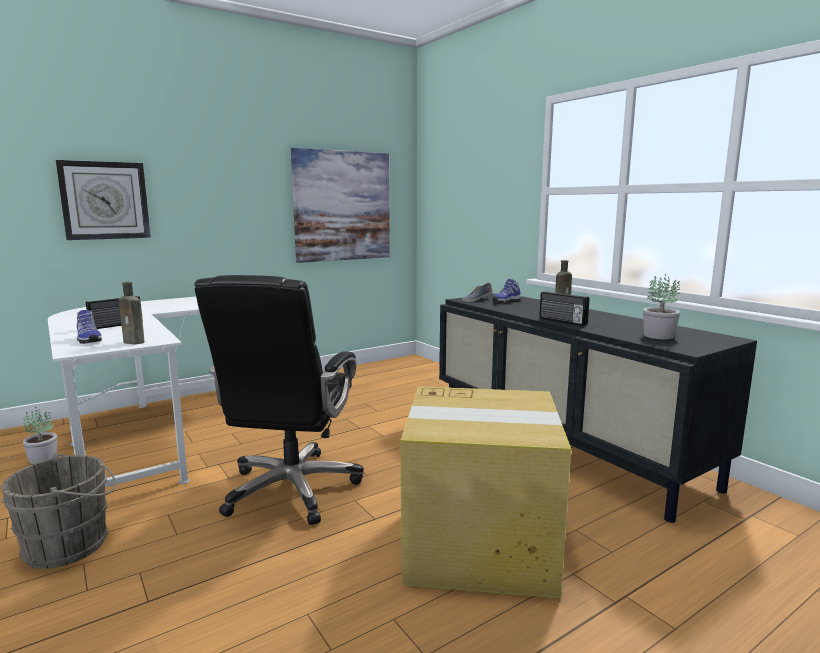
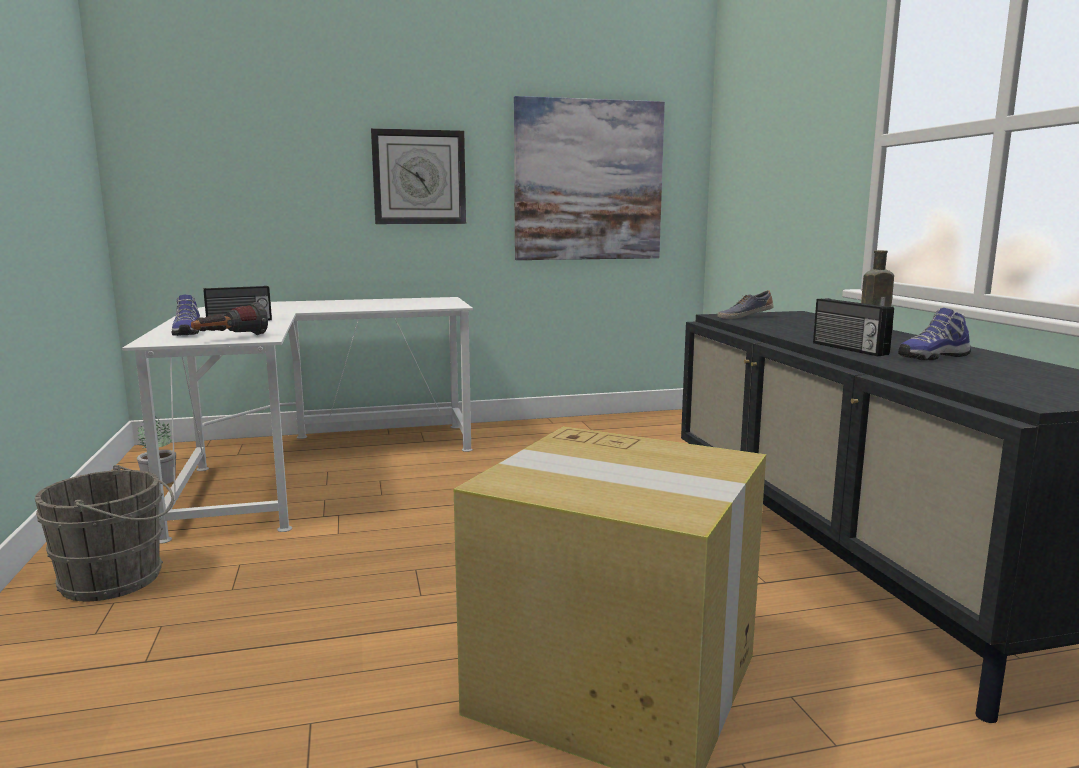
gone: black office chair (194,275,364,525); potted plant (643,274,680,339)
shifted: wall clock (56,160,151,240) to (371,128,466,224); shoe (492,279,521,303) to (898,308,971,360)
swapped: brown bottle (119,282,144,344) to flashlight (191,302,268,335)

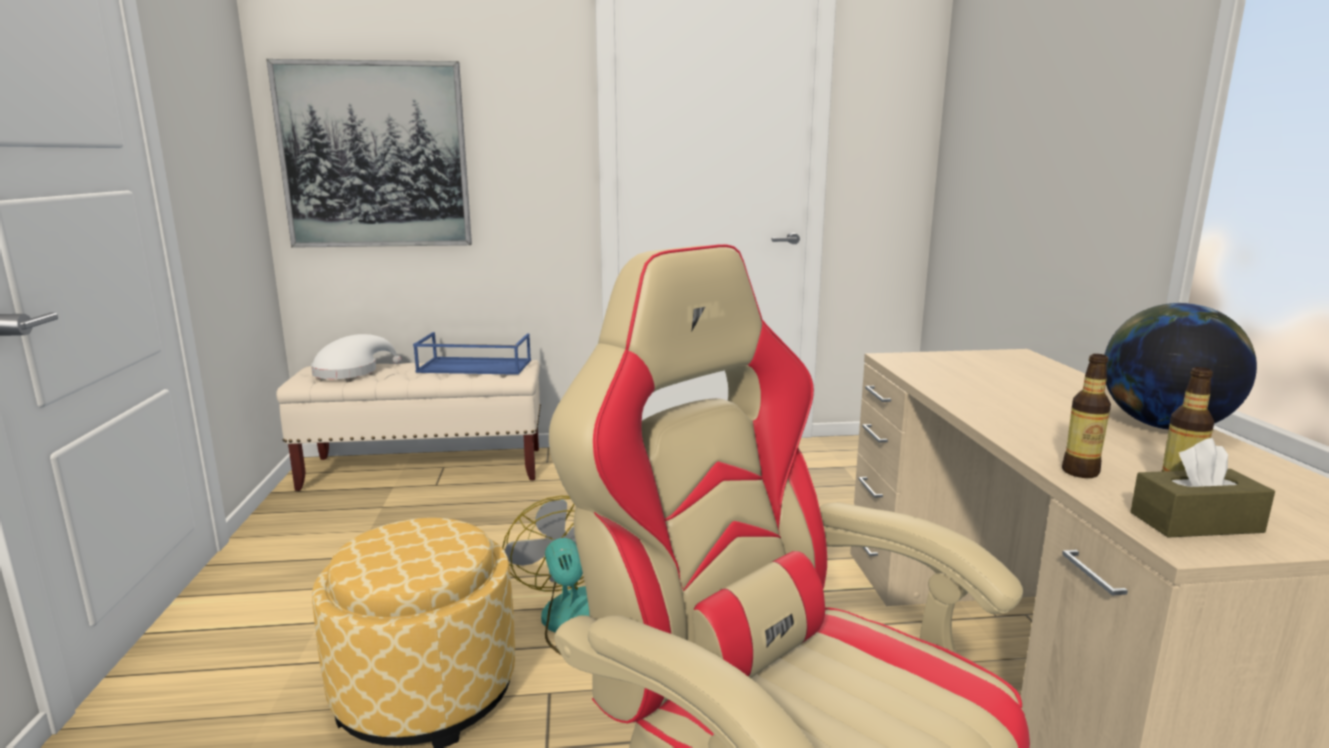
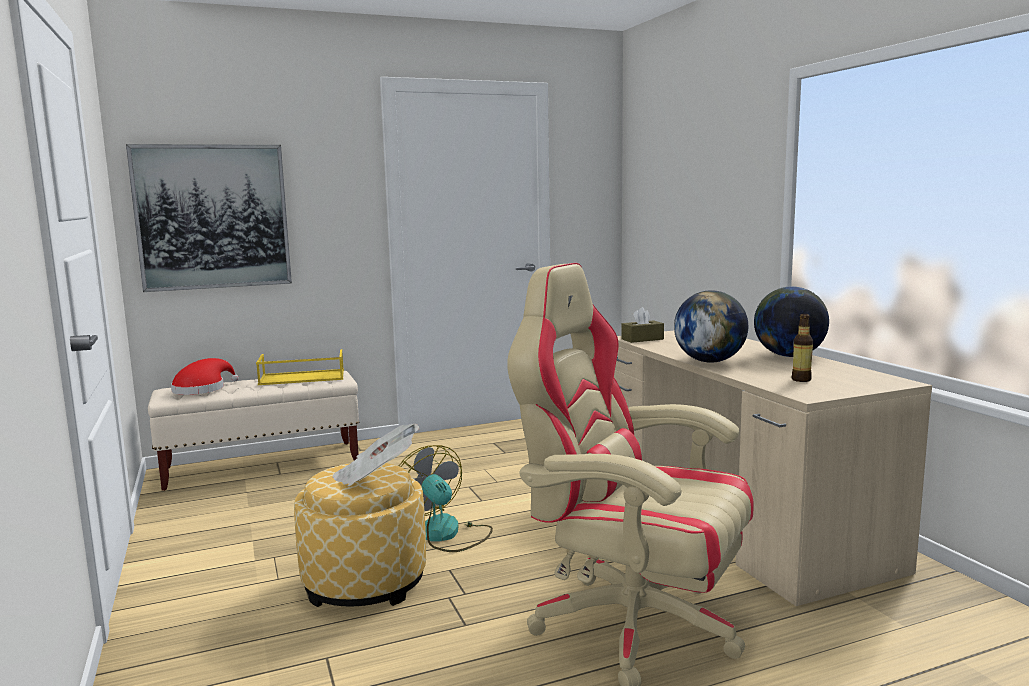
gone: bottle (1062,354,1111,478)
new: newspaper (332,424,420,486); globe (674,290,748,363)
shifted: brown tissue box (1130,438,1275,538) to (621,307,664,343)
repainted: white hat (311,334,402,379) to red hat (171,358,239,395); blue tray (413,332,531,375) to yellow tray (256,349,344,385)

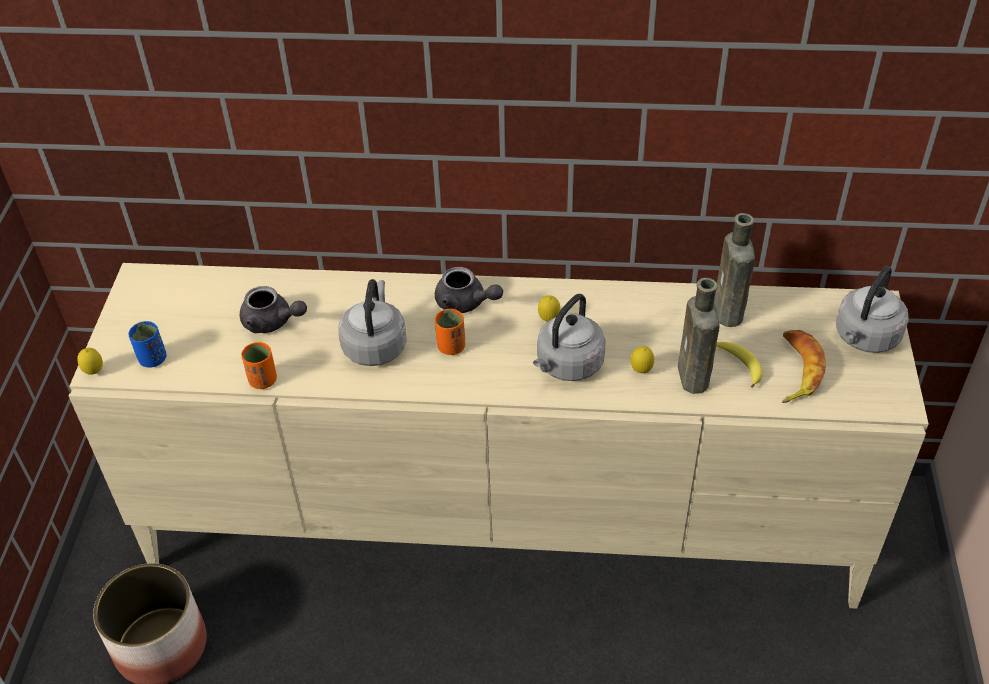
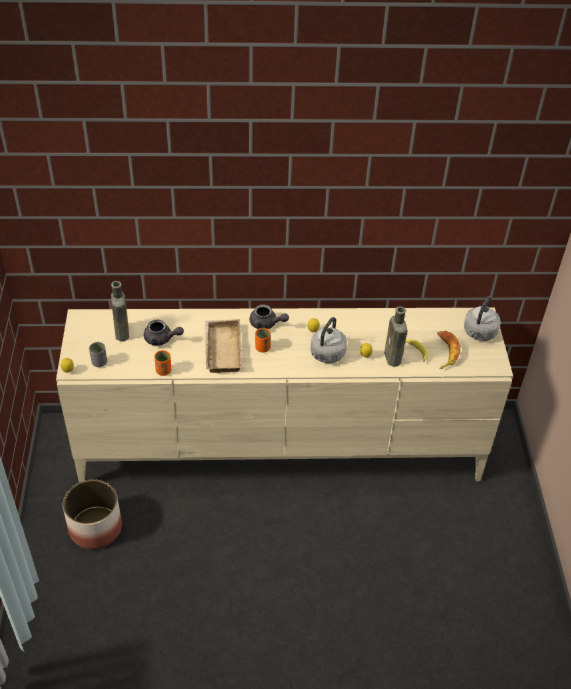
shifted: brown bottle (714,213,755,327) to (111,281,129,341)
swapped: grey kettle (338,279,407,366) to beige tray (205,319,243,373)
repainted: blue cup (128,321,167,368) to grey cup (89,342,107,367)

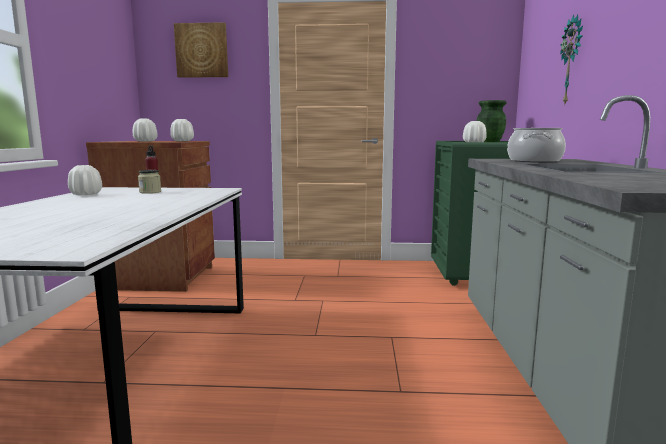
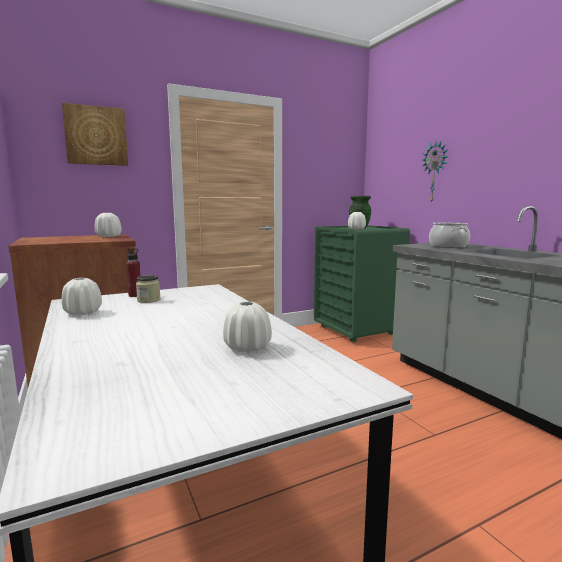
shifted: white vase (133,119,157,141) to (223,301,272,353)

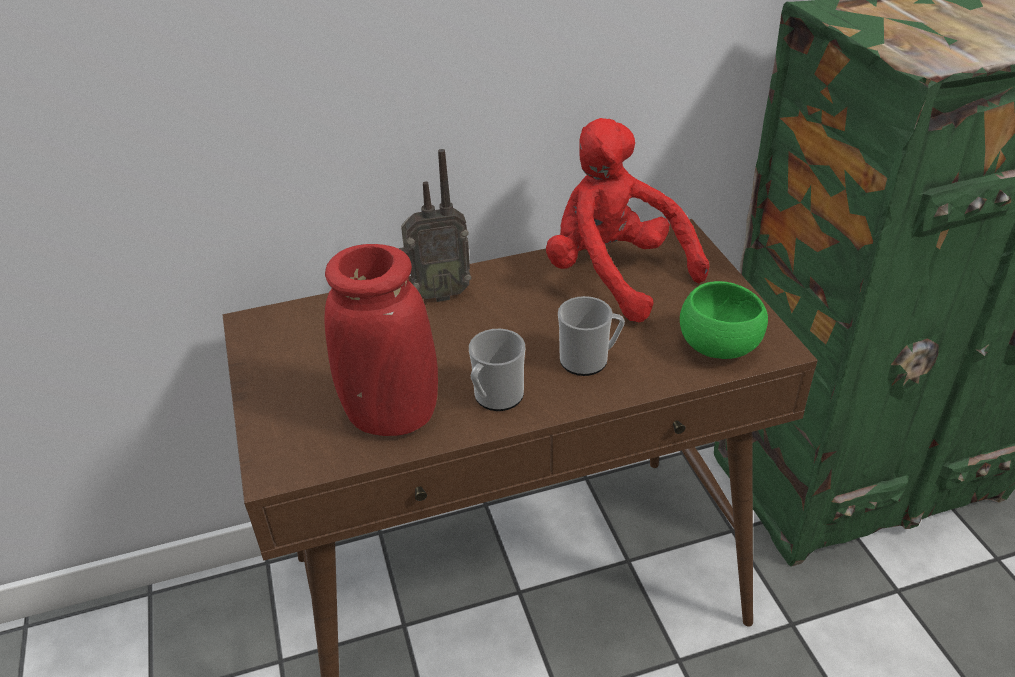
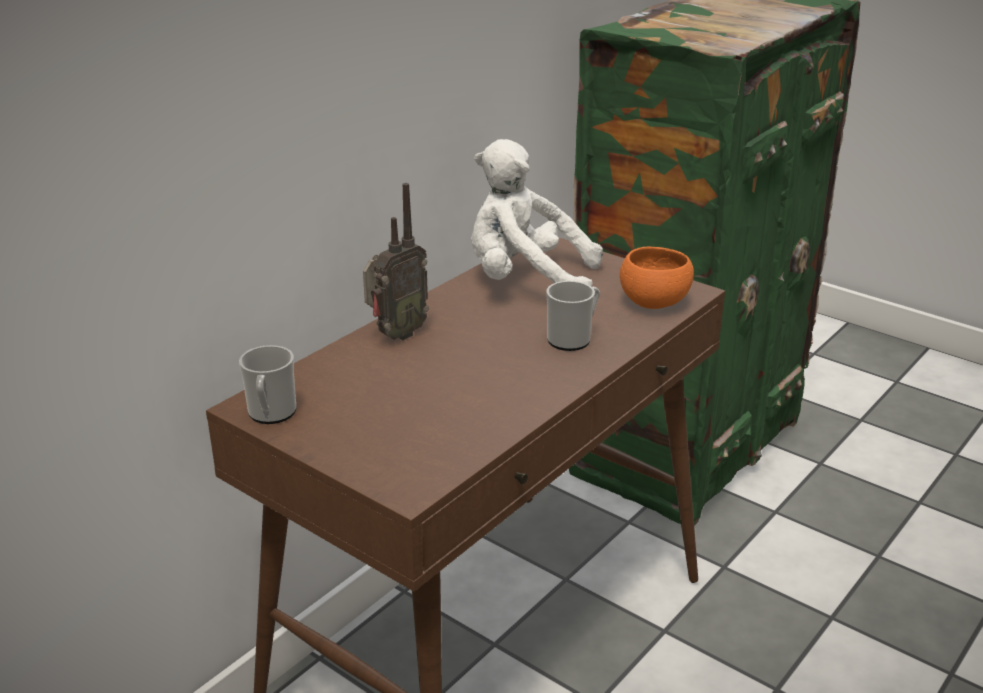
gone: red vase (324,244,438,436)
shifted: mug (469,329,525,411) to (239,345,296,424)
repainted: red plush toy (546,118,709,322) to white plush toy (471,139,603,287); green bowl (680,281,768,359) to orange bowl (620,246,694,309)

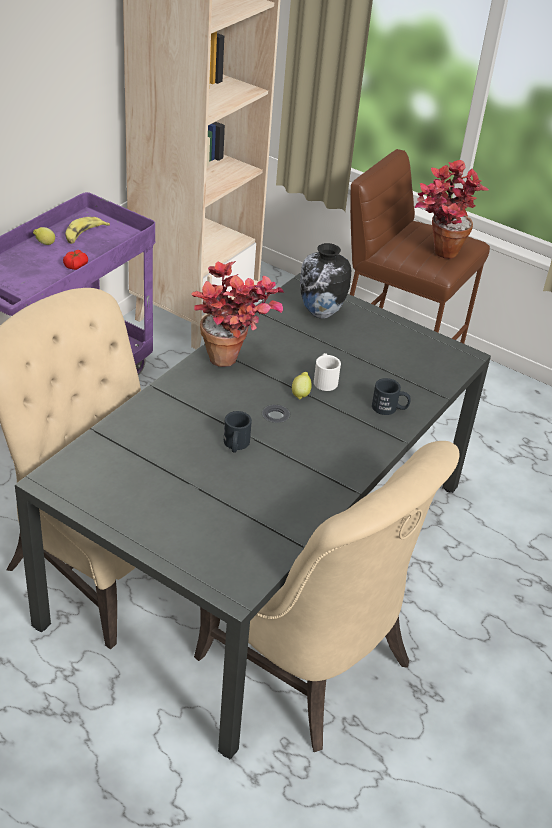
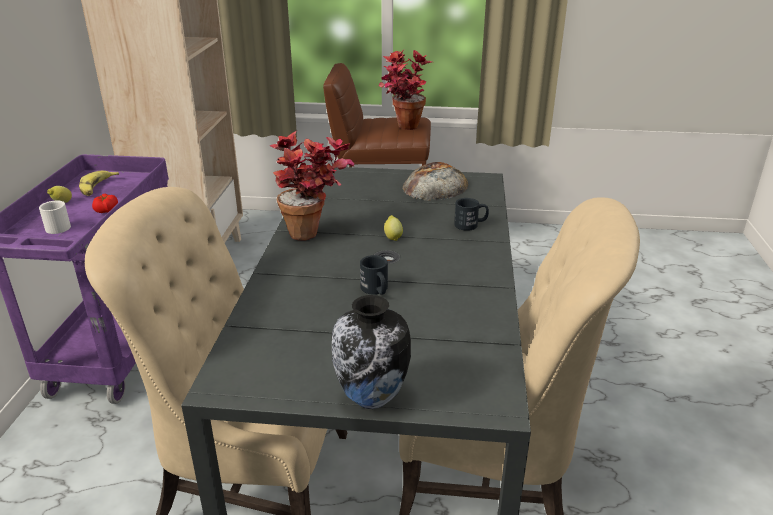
new: bread (402,162,468,201)
shifted: vase (300,243,351,319) to (332,295,411,409); white mug (314,353,341,391) to (39,201,71,234)

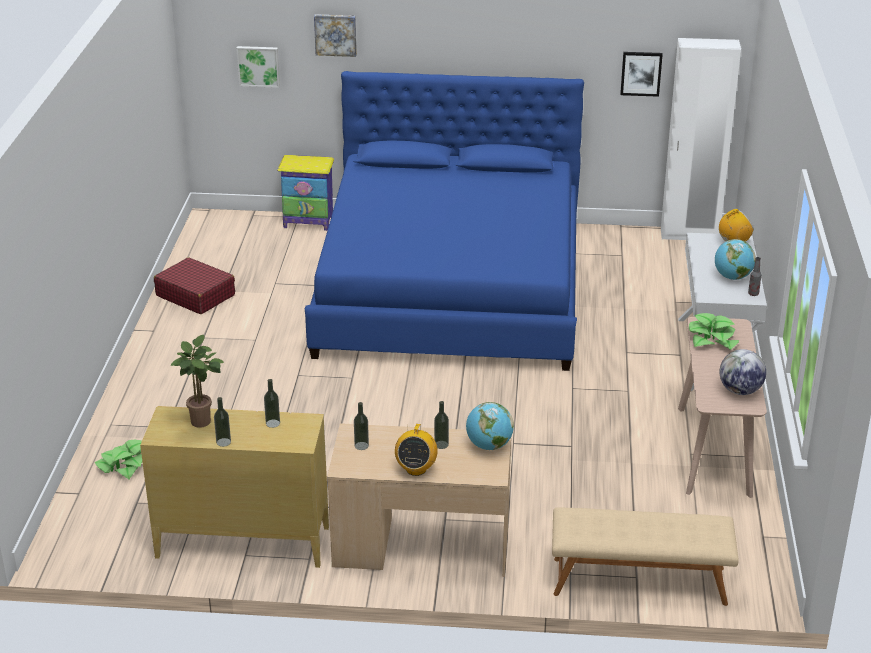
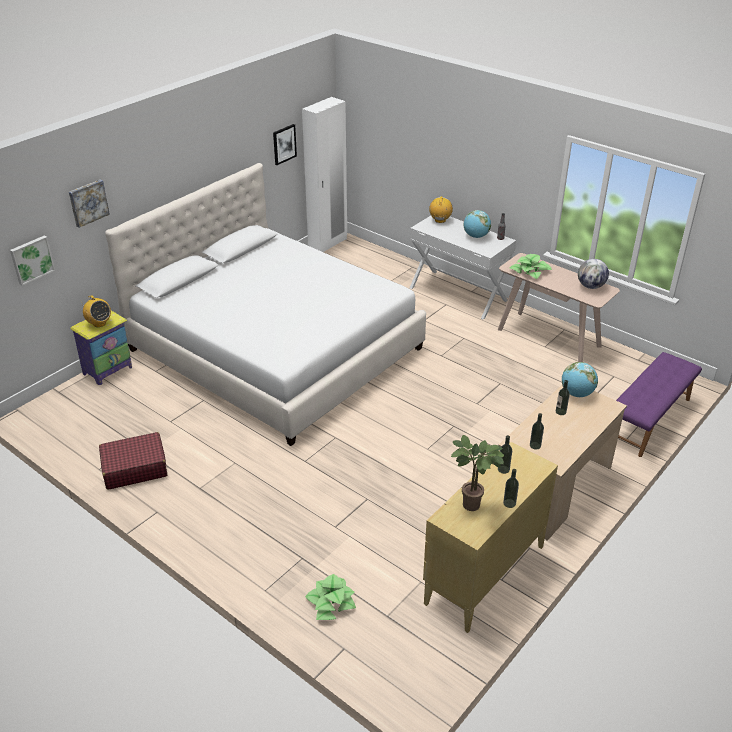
shifted: radio (395,424,438,476) to (82,295,111,327)
repainted: blue bed (305,71,584,371) to white bed (105,163,426,446); beige bench (552,507,739,606) to purple bench (616,352,702,457)

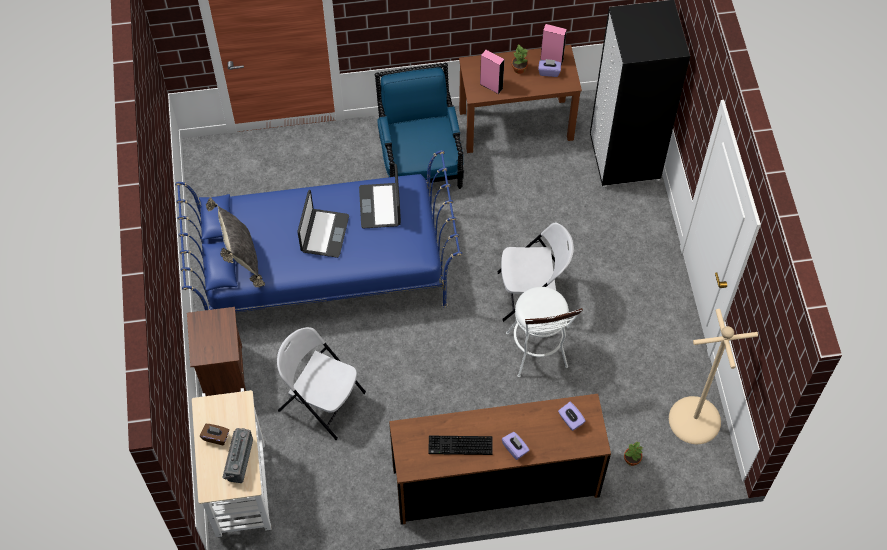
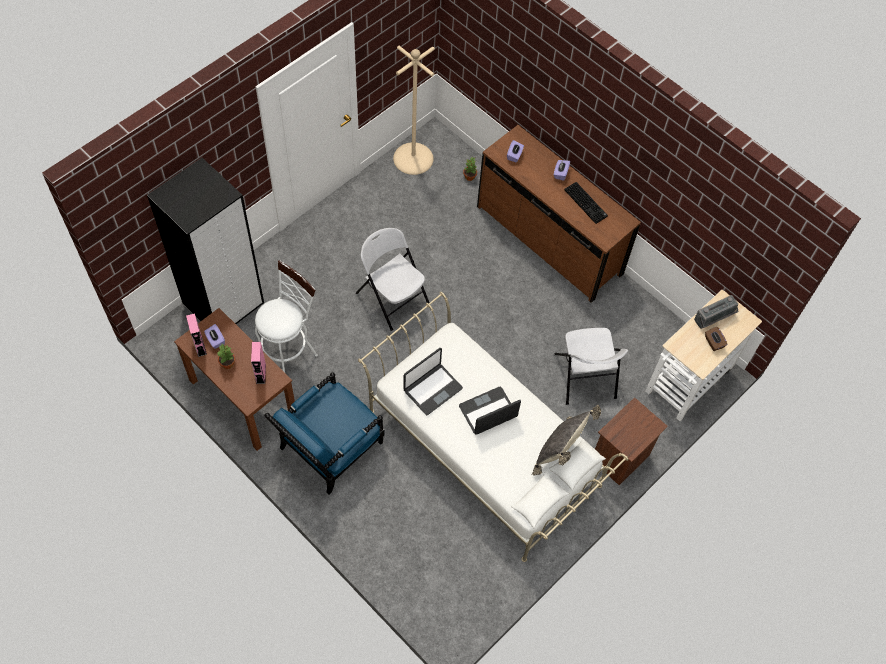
shifted: white stool (506,287,583,378) to (255,260,318,372)
repainted: blue bed (175,150,462,313) to white bed (358,292,628,562)

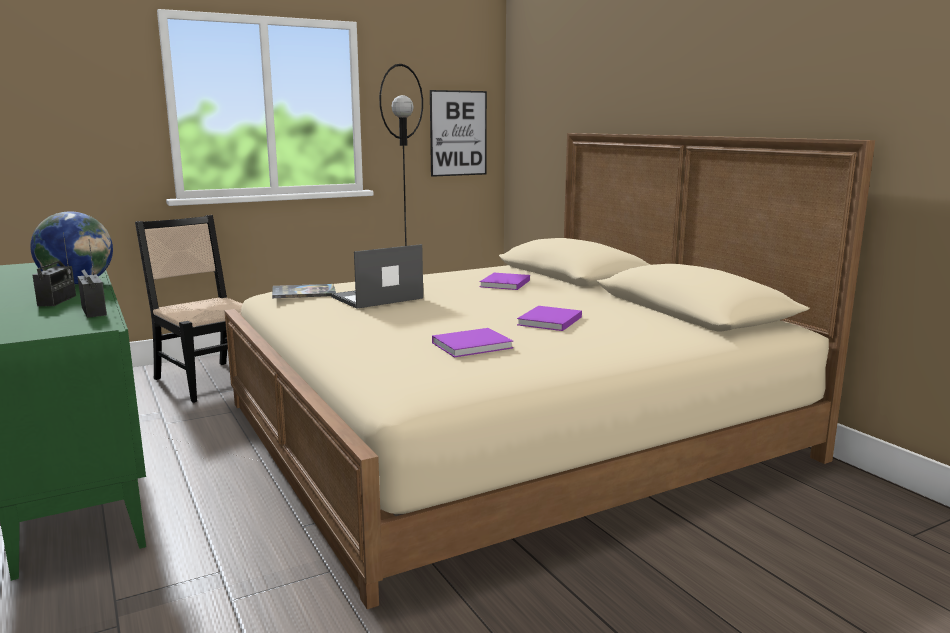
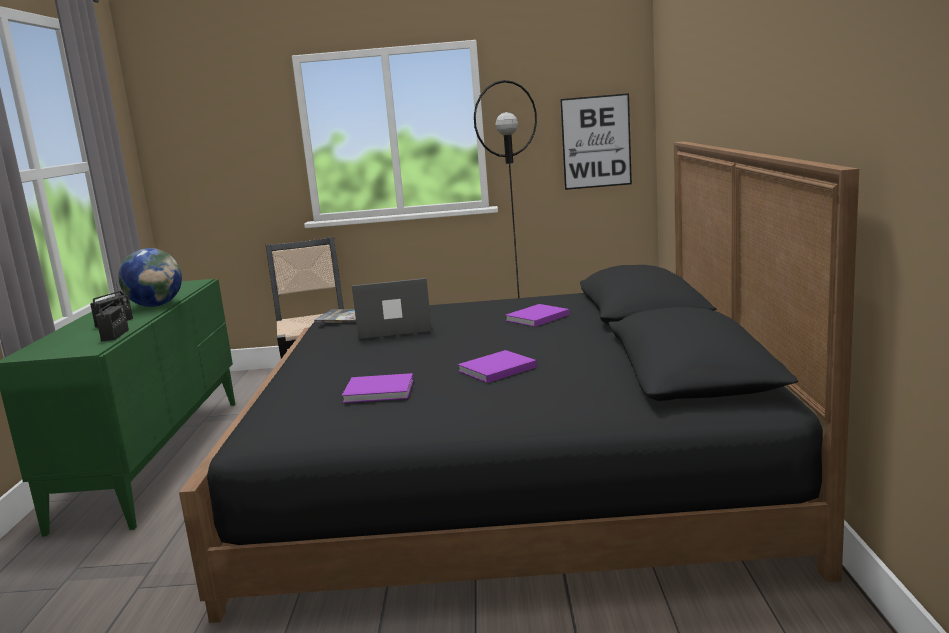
repainted: beige bed (224,133,875,609) to black bed (179,141,859,623)

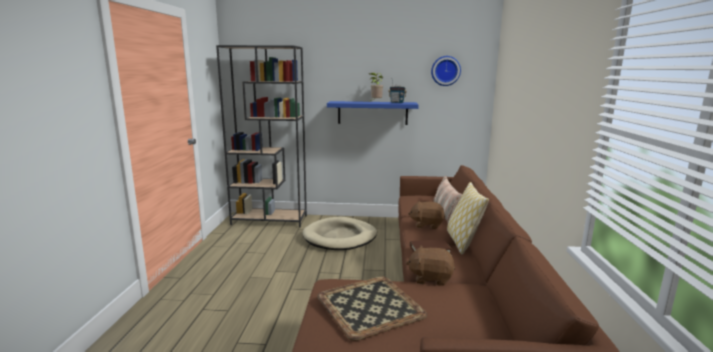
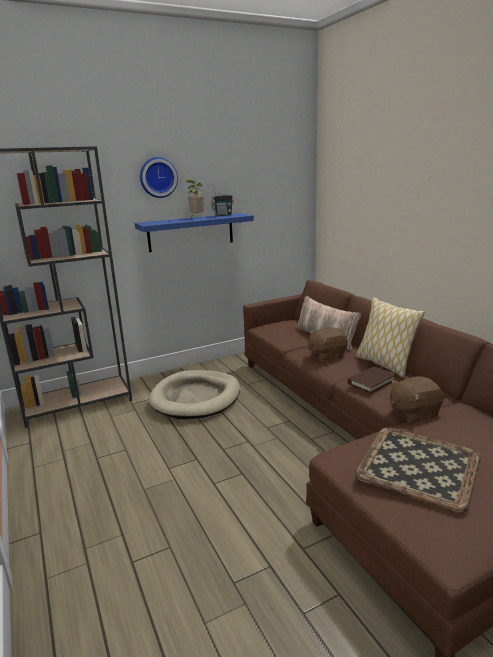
shifted: wall clock (431,56,461,86) to (140,157,178,198)

